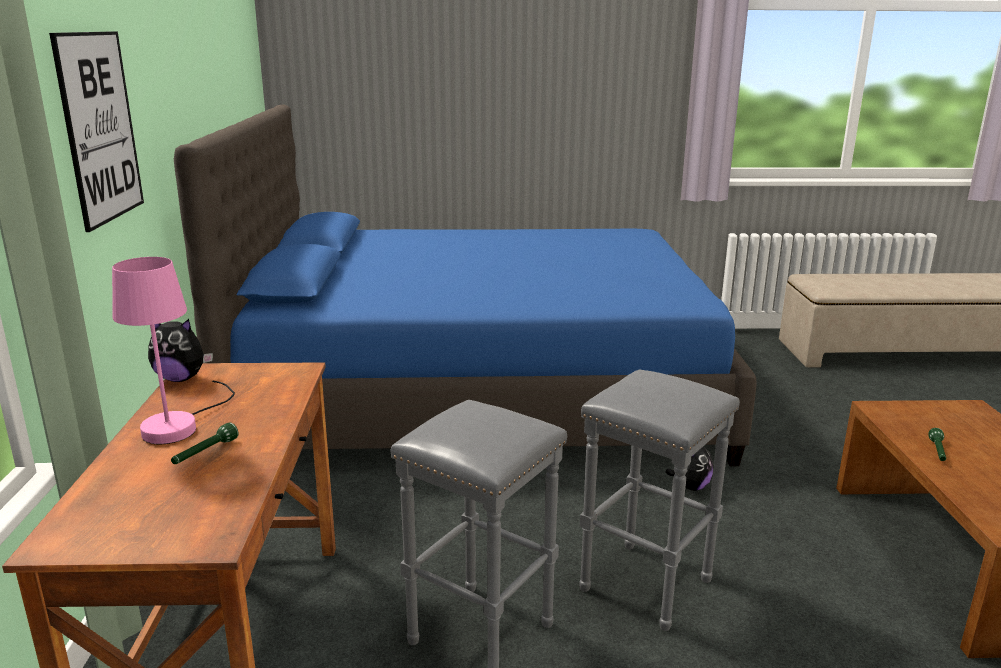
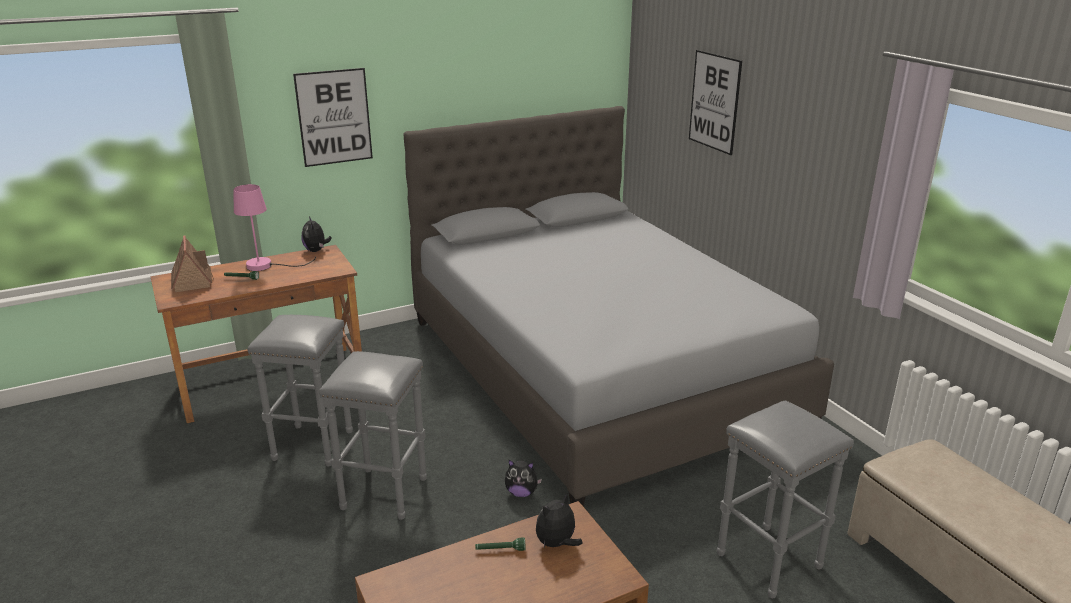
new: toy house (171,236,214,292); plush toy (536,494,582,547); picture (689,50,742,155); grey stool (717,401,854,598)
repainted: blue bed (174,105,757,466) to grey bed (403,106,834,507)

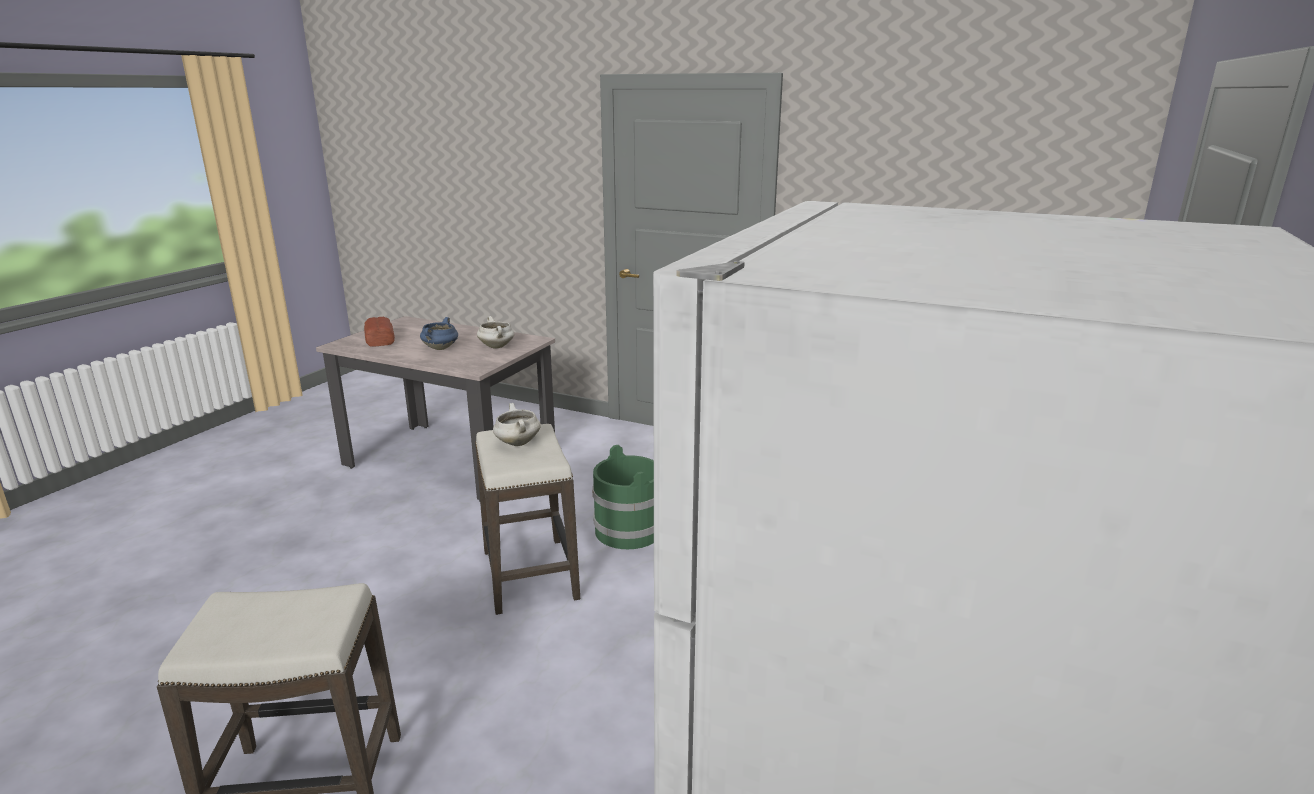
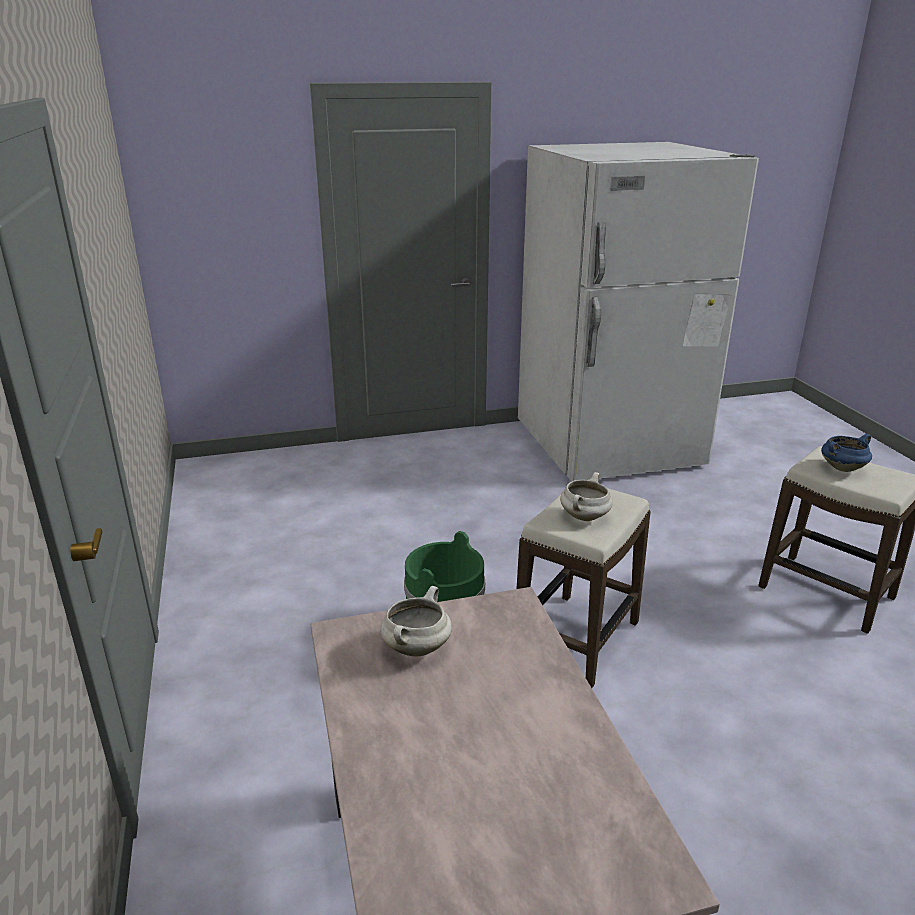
gone: bread (364,317,395,346)
shifted: blue cooking pot (420,317,458,350) to (821,434,872,472)

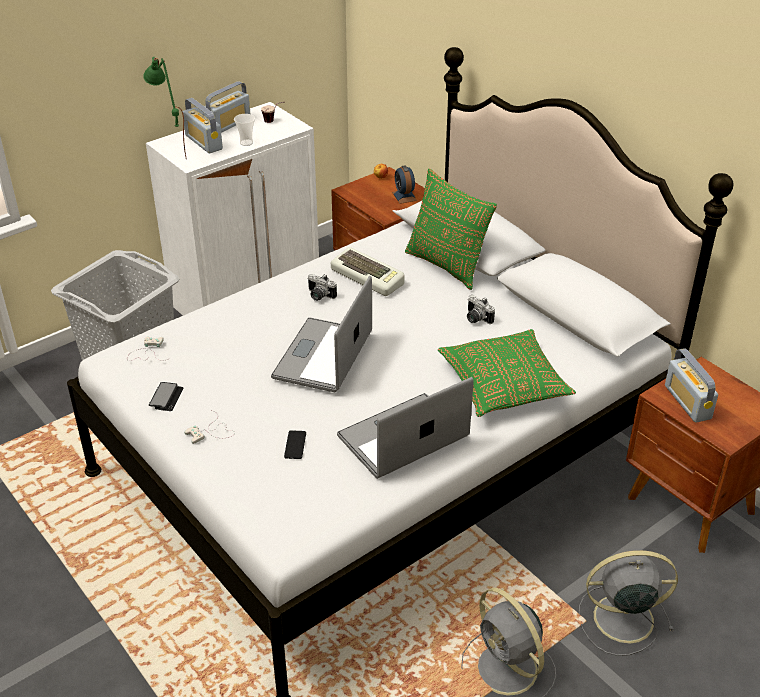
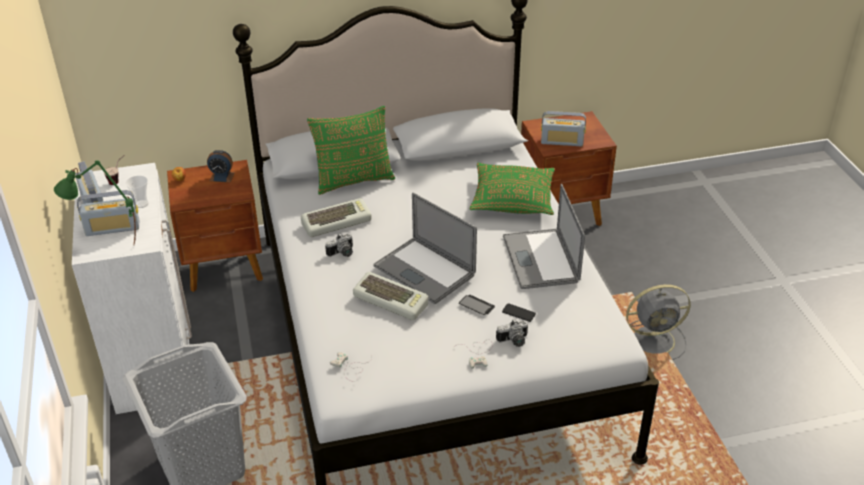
gone: grey fan (579,550,678,656)
new: keyboard (353,272,428,320)
shifted: phone (149,382,184,411) to (459,295,495,315); photo camera (467,295,495,324) to (496,319,528,347)

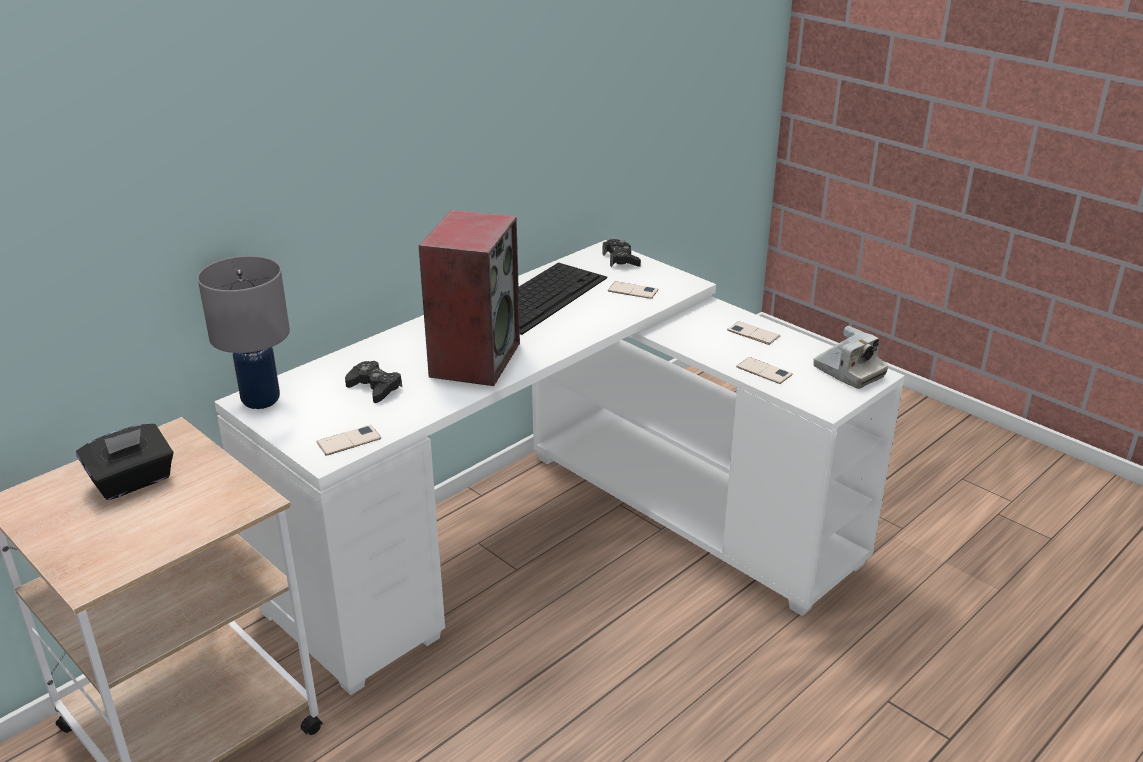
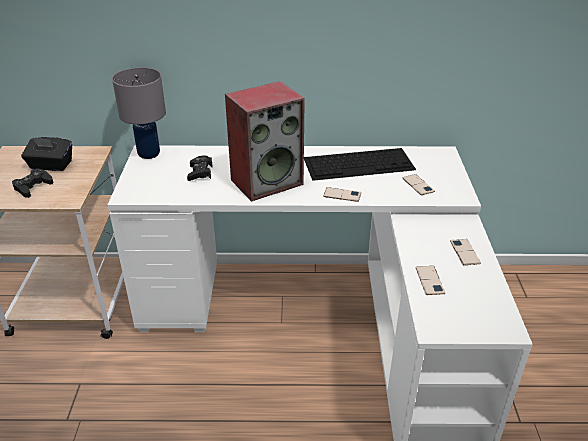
gone: photo camera (813,326,888,389)
shifted: phone (316,425,381,456) to (323,187,361,202); black game controller (603,239,641,267) to (12,169,53,198)

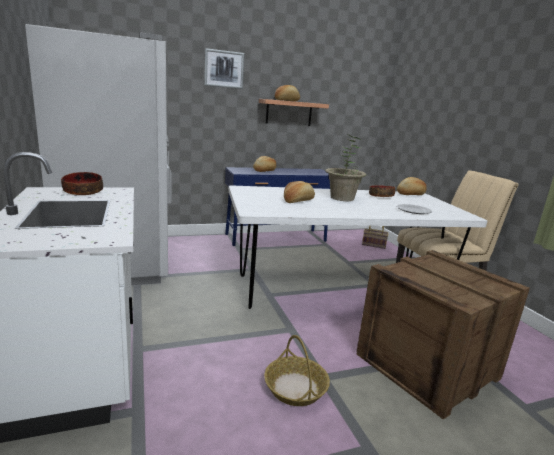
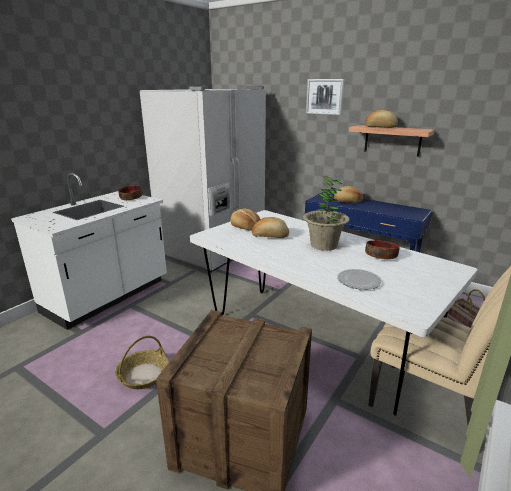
shifted: bread (397,177,426,195) to (230,209,261,231)

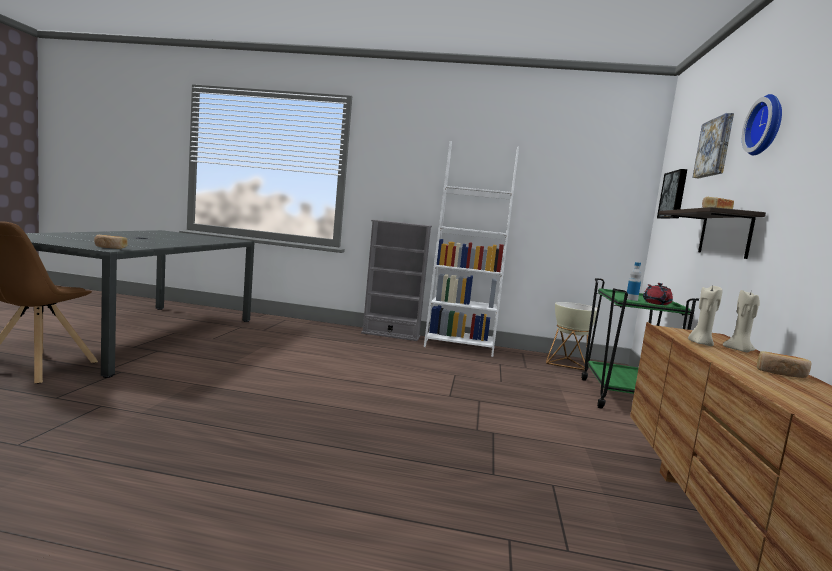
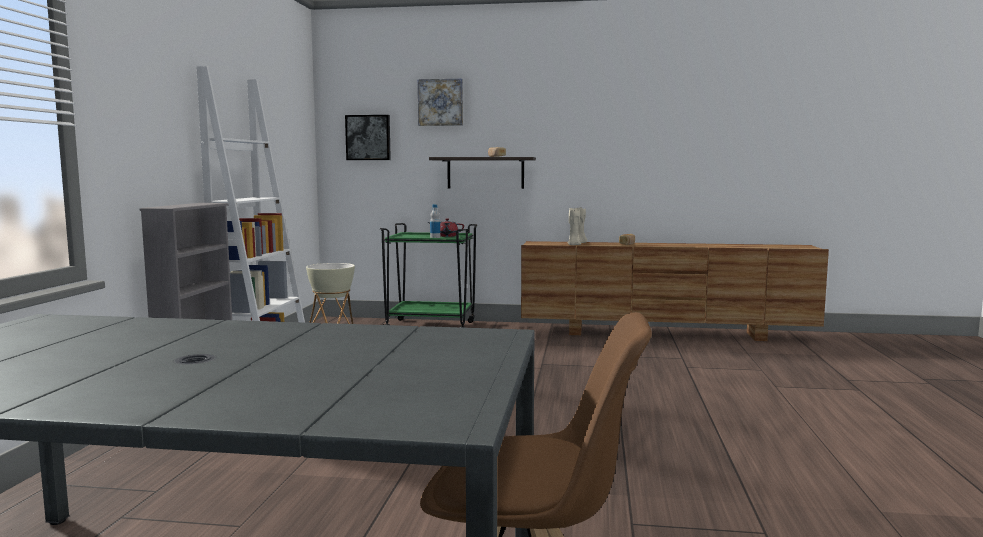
gone: bread (94,235,128,249); wall clock (742,94,782,156)

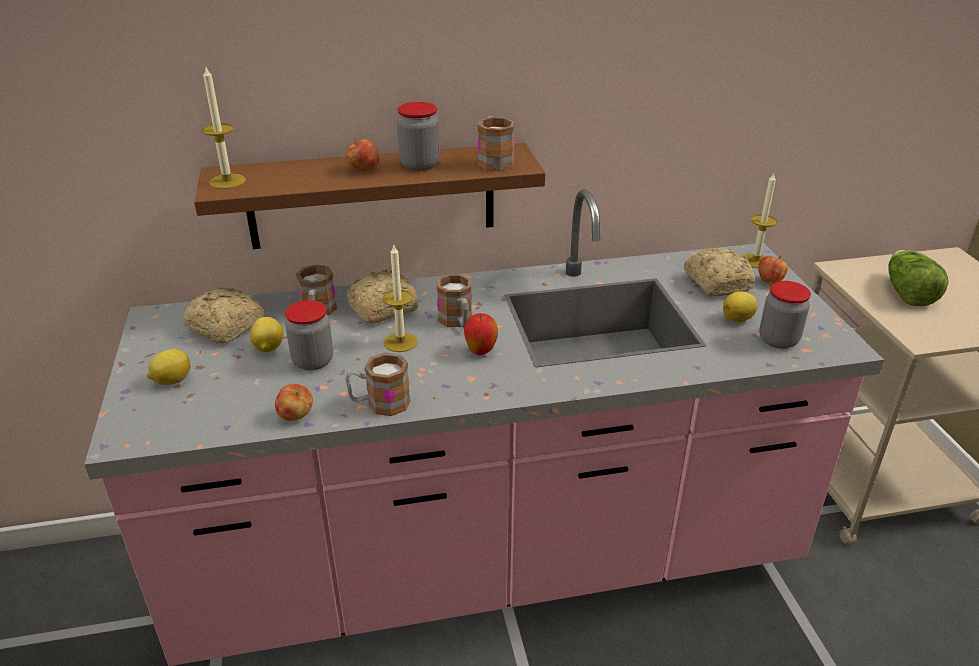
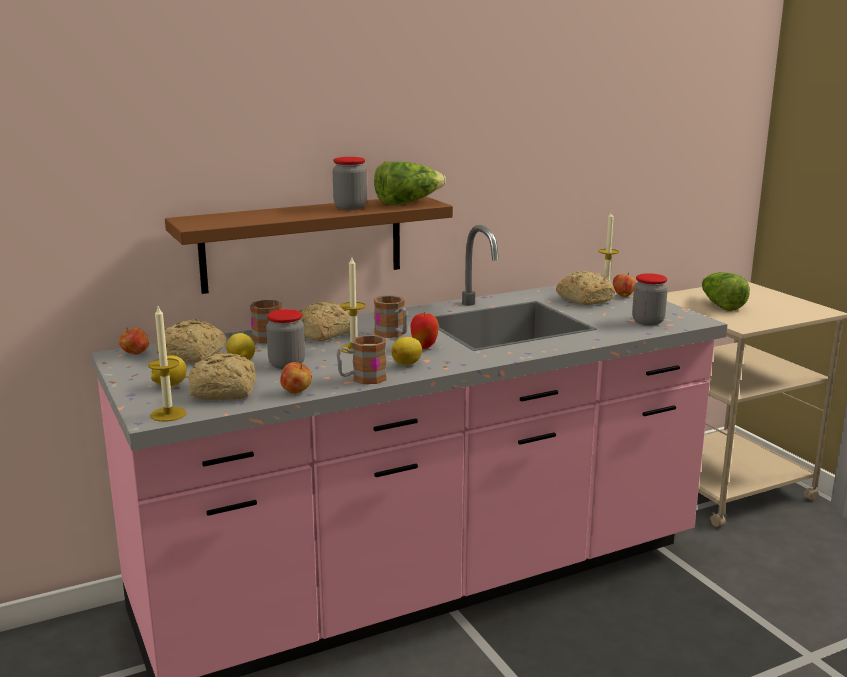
new: bread (189,352,256,400)
shifted: candle (201,65,246,189) to (148,306,187,422); apple (346,138,379,171) to (119,327,149,354); lemon (723,291,757,322) to (391,337,422,366)
swapped: mug (477,116,515,172) to lettuce (374,162,446,205)

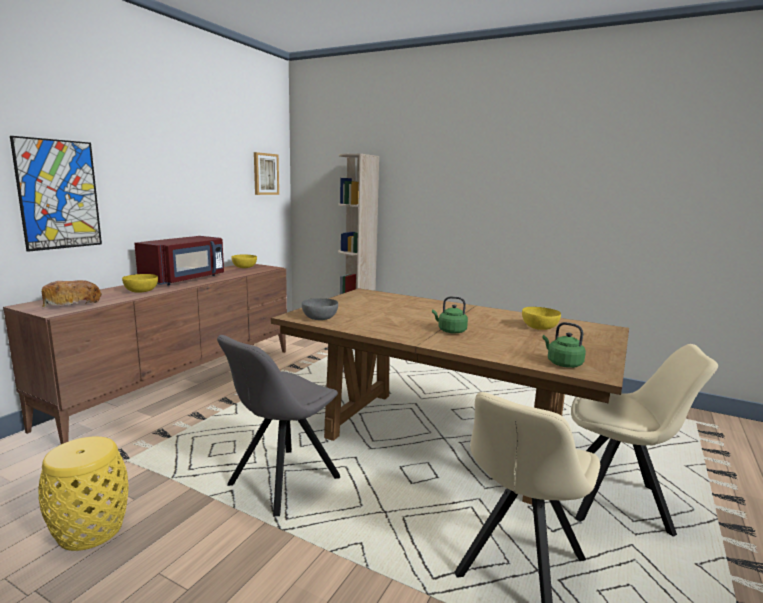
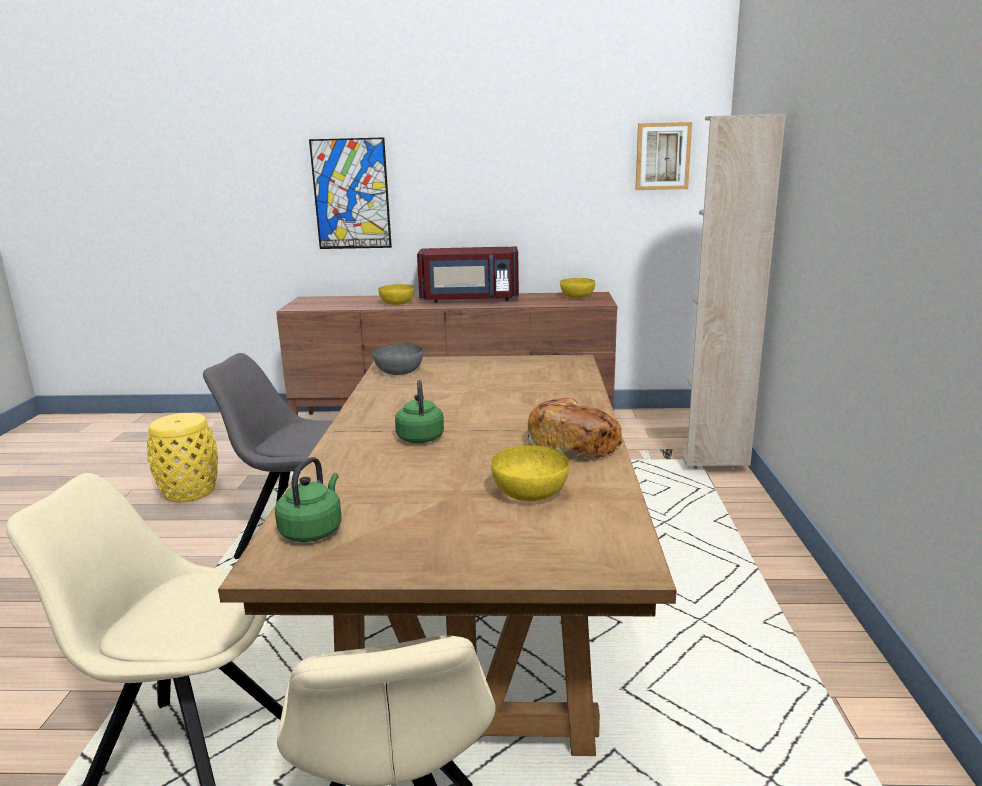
shifted: bread (42,280,102,307) to (525,398,622,459)

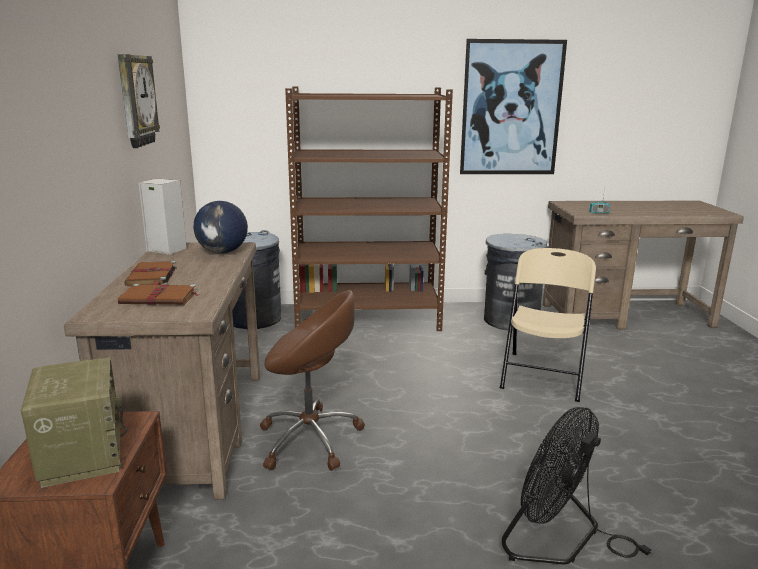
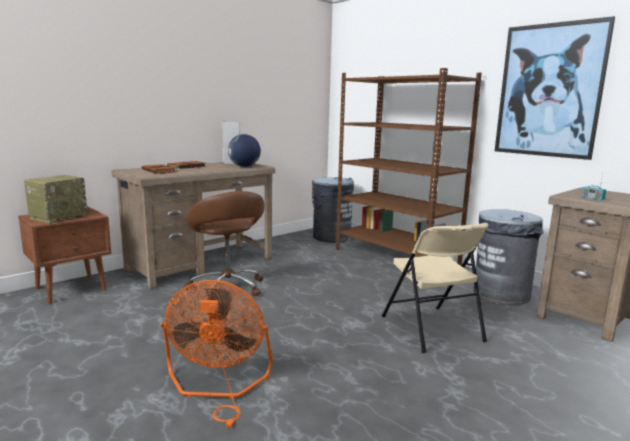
gone: wall clock (117,54,160,148)
repainted: black fan (502,407,653,564) to orange fan (161,280,273,428)
rotated: beige chair (500,248,596,402) = (381,223,489,353) 90 degrees clockwise

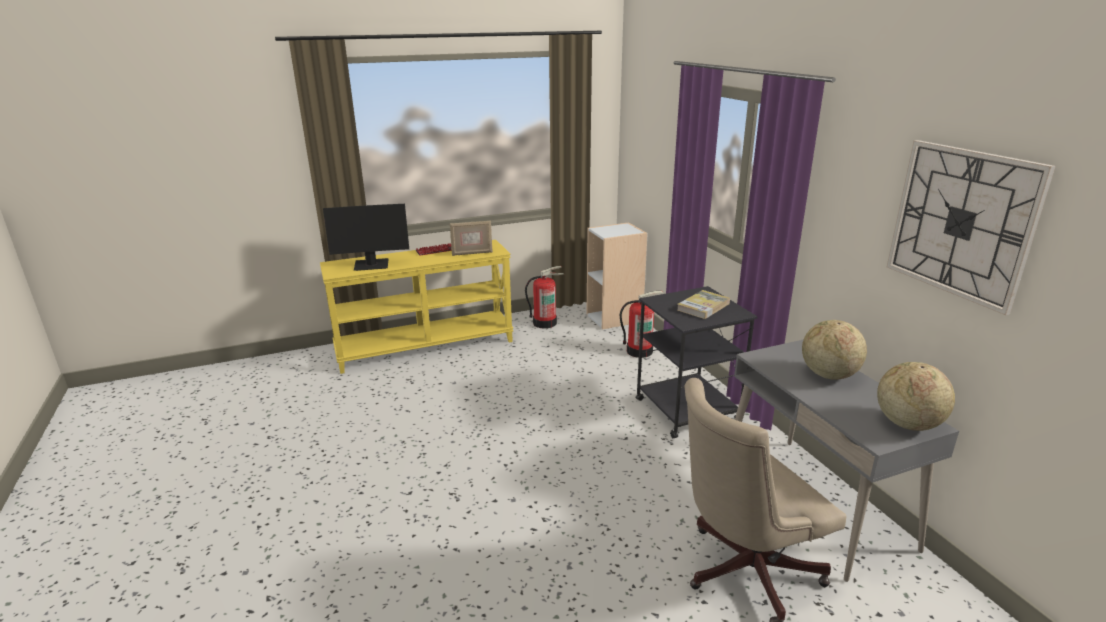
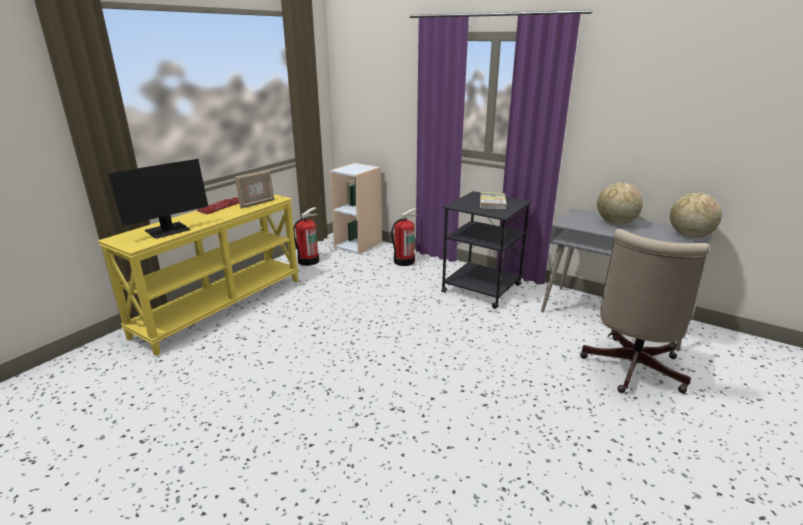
gone: wall clock (887,140,1056,315)

